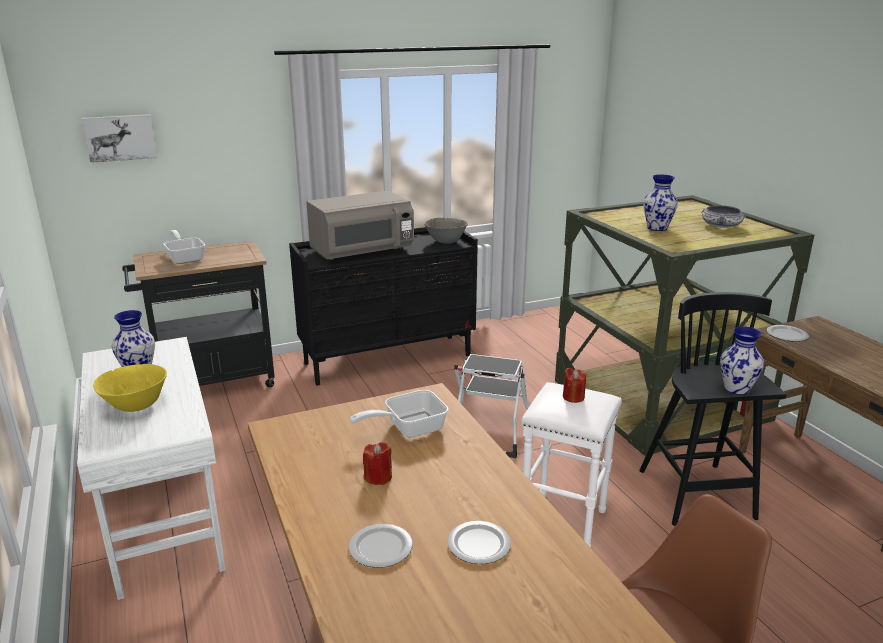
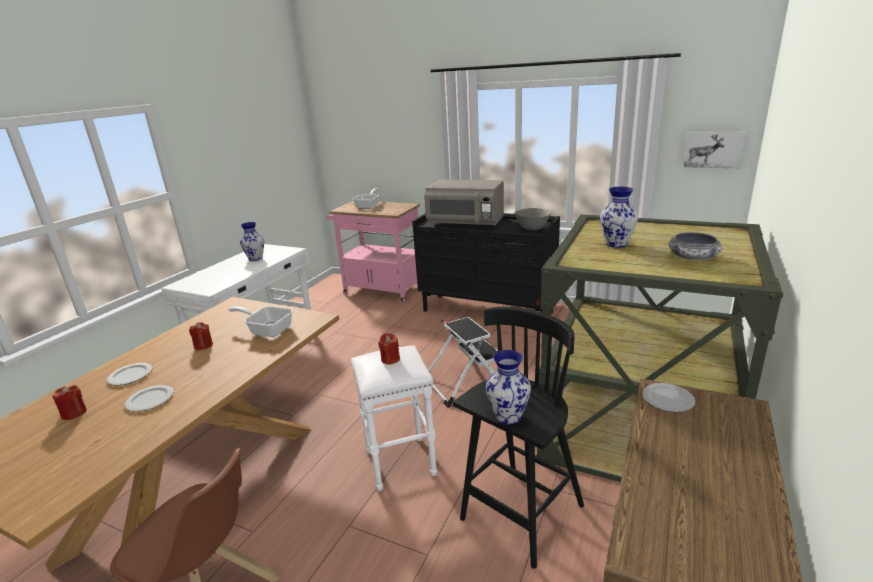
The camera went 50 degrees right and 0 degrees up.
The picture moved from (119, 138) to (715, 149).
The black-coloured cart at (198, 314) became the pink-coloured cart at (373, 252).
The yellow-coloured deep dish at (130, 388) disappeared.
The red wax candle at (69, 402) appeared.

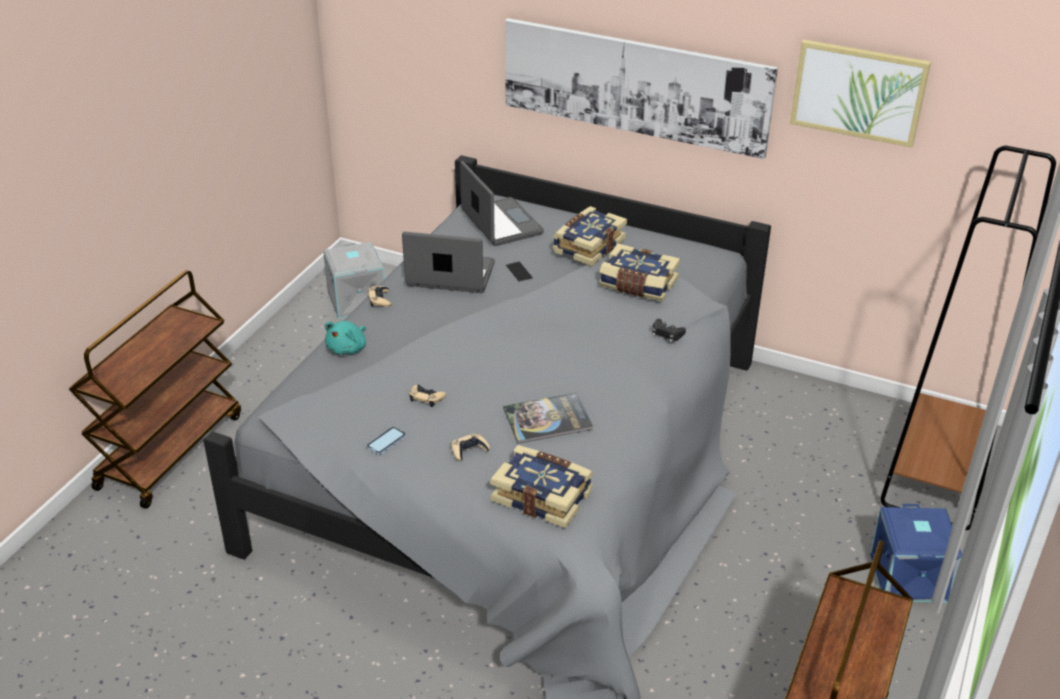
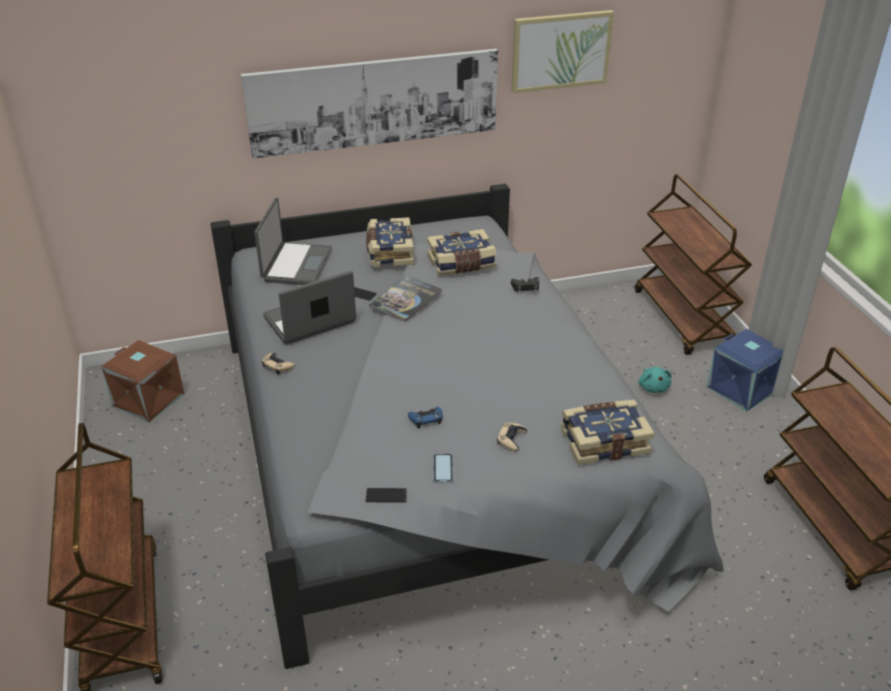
The camera went 40 degrees left and 0 degrees up.
The clothes rack at (968, 338) was replaced by the brownish cart at (693, 264).
The portable computer at (502, 203) turned 75 degrees clockwise.
The gray storage bin at (354, 280) became the brownish storage bin at (143, 381).
The blue-green cuddly toy moved from (345, 338) to (655, 380).
The beige game controller at (427, 395) became the bluish game controller at (425, 417).
The volume moved from (548, 418) to (405, 299).
The telephone at (386, 495) appeared.

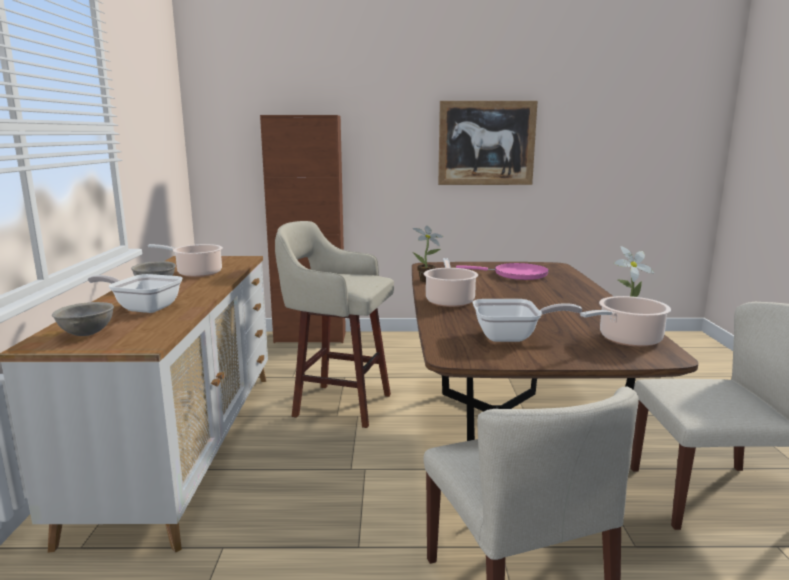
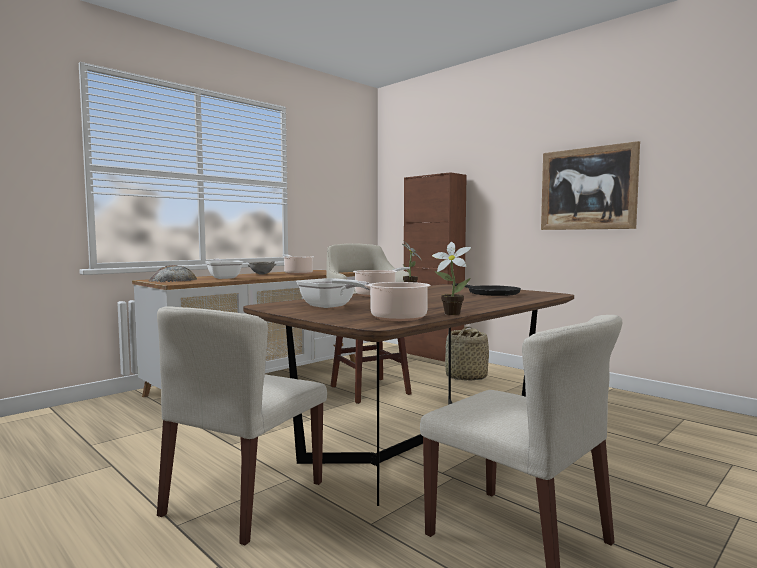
The camera went 45 degrees right and 10 degrees down.
The pink-coloured skillet at (502, 271) became the black-coloured skillet at (486, 289).
The gray deep dish at (83, 319) was replaced by the bakery bread at (173, 273).
The storage basket at (467, 353) appeared.

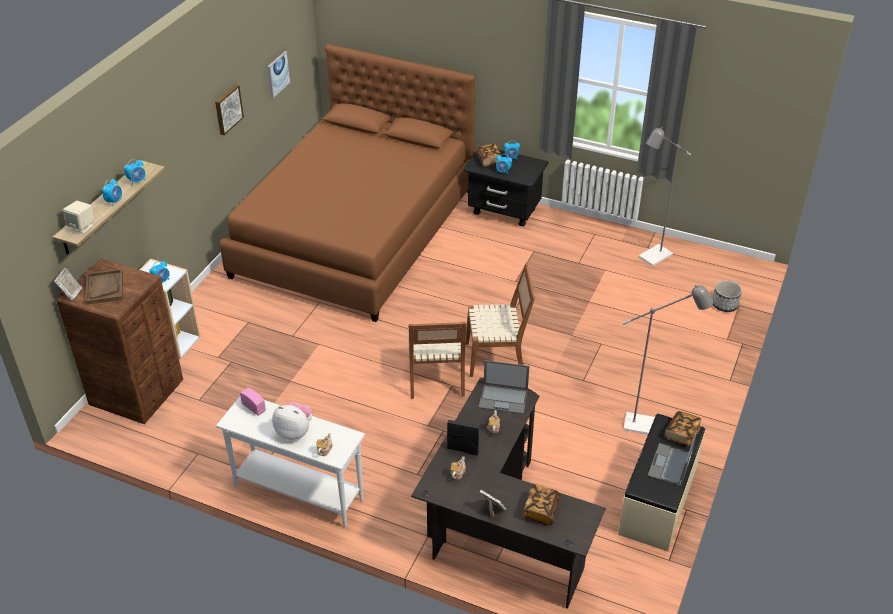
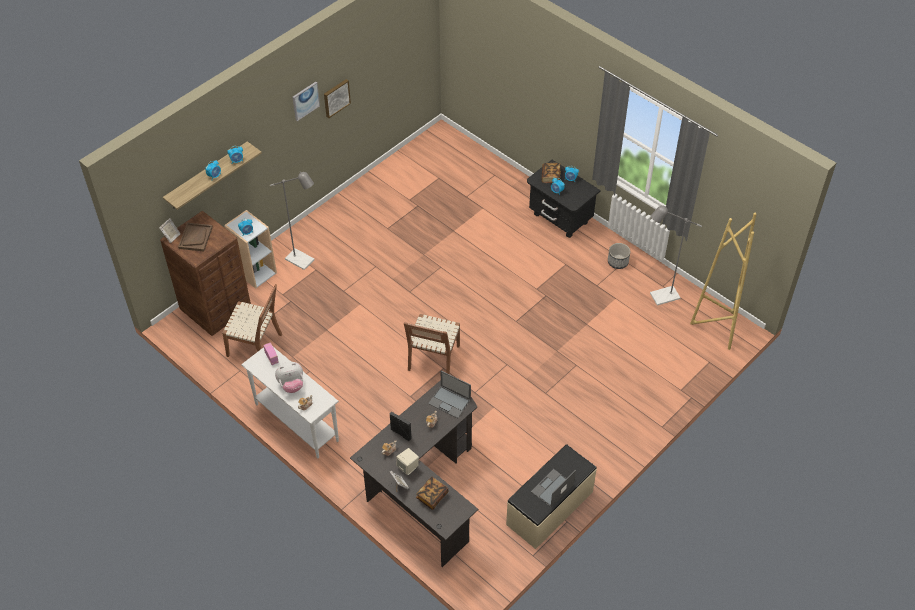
The camera went 20 degrees right and 10 degrees up.
The brownish sleeping bed at (347, 183) disappeared.
The picture moved from (279, 74) to (306, 101).
The beige speaker moved from (78, 217) to (407, 461).
The chair moved from (500, 320) to (252, 320).
The planter moved from (727, 296) to (619, 256).
The gray standard lamp moved from (668, 360) to (292, 220).
The cuddly toy at (292, 421) turned 120 degrees clockwise.
The volume at (683, 428) disappeared.
The yellow-coloured clothes rack at (723, 281) appeared.

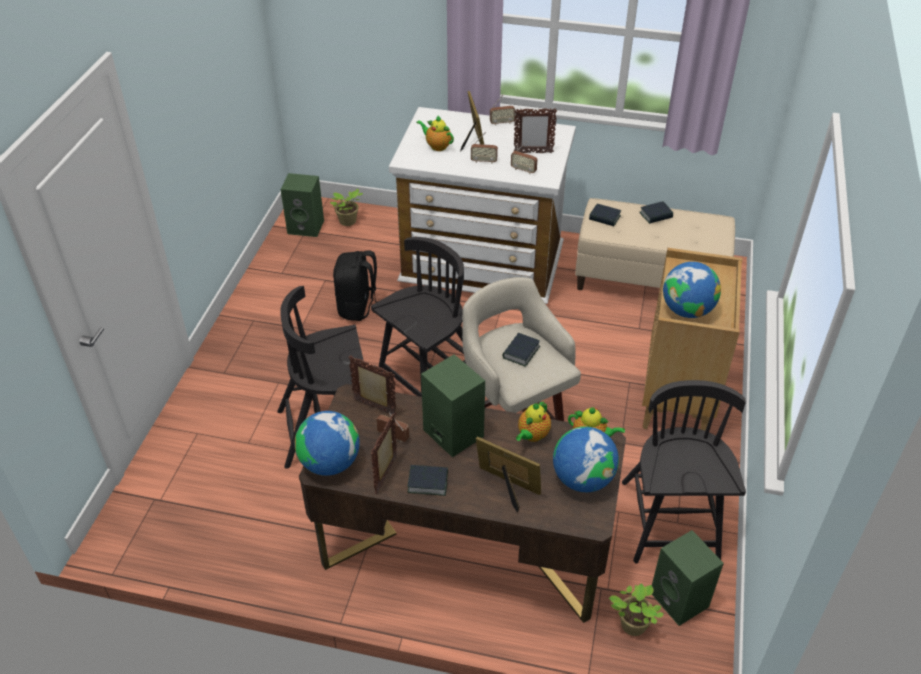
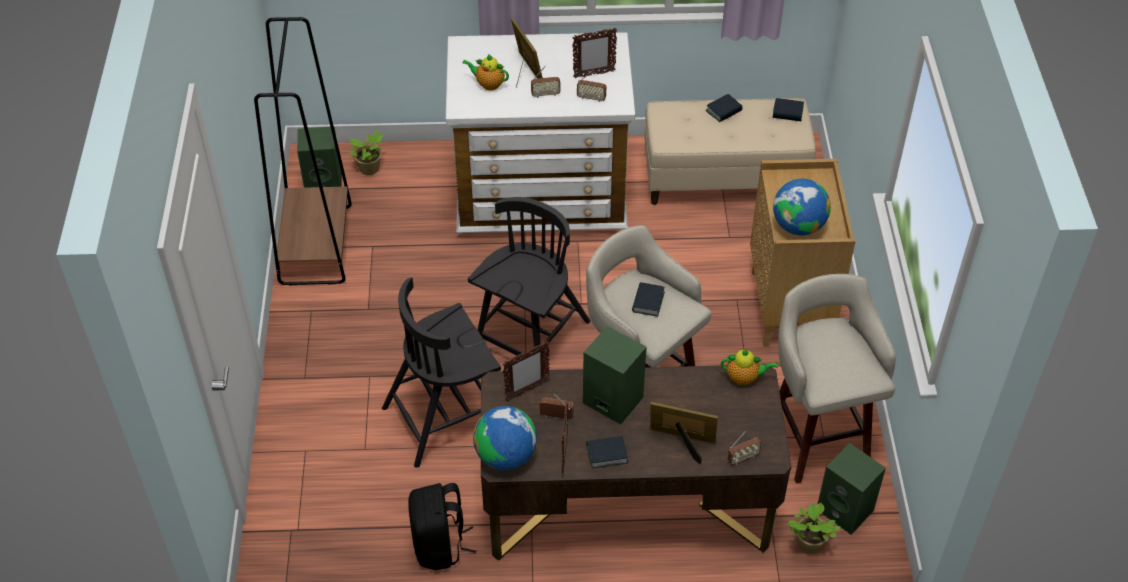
The camera went 15 degrees left and 5 degrees up.
The radio receiver moved from (502, 110) to (745, 447).
The volume moved from (605, 215) to (788, 109).
The black-coloured rucksack moved from (356, 285) to (442, 526).
The standing frame at (372, 385) turned 135 degrees clockwise.
The black-coloured chair at (684, 471) was replaced by the beige stool seat at (837, 378).
The pot for tea at (533, 421) disappeared.
The globe at (586, 459) disappeared.
The clothes rack at (303, 151) appeared.

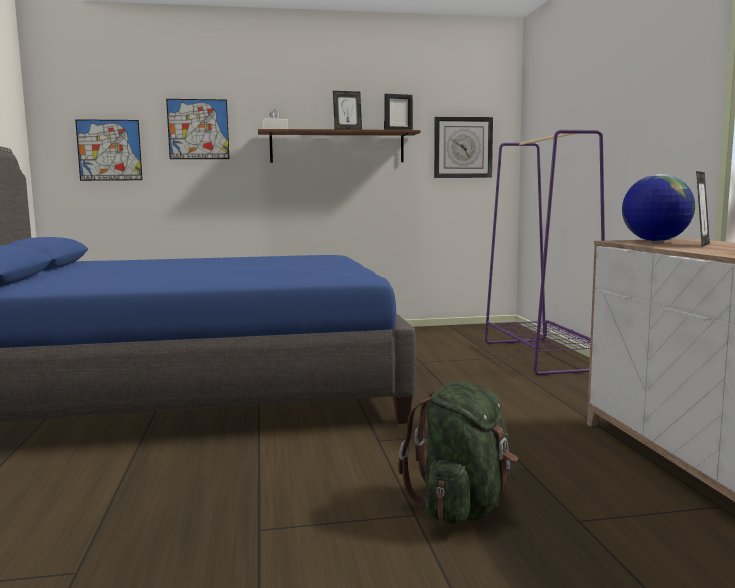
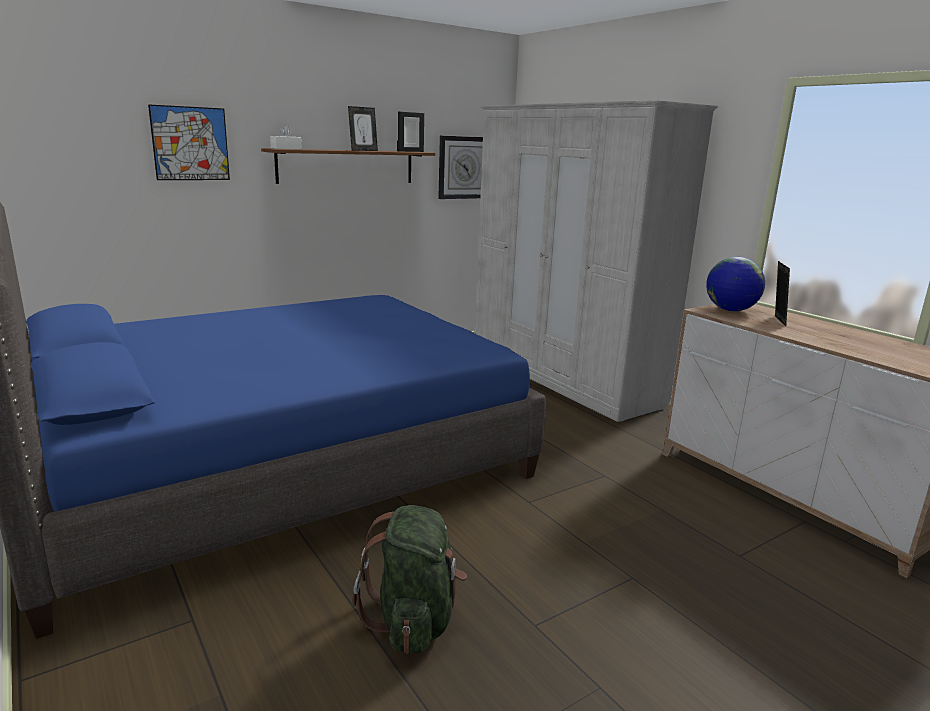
The camera went 25 degrees left and 10 degrees up.
The picture at (109, 150) disappeared.
The purplish clothes rack at (545, 252) was replaced by the whitish armoire at (596, 261).
The greenish rucksack moved from (458, 453) to (409, 579).

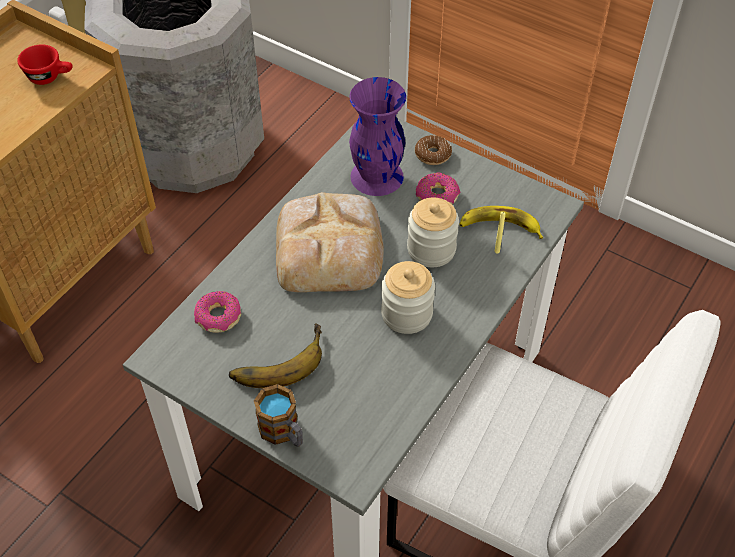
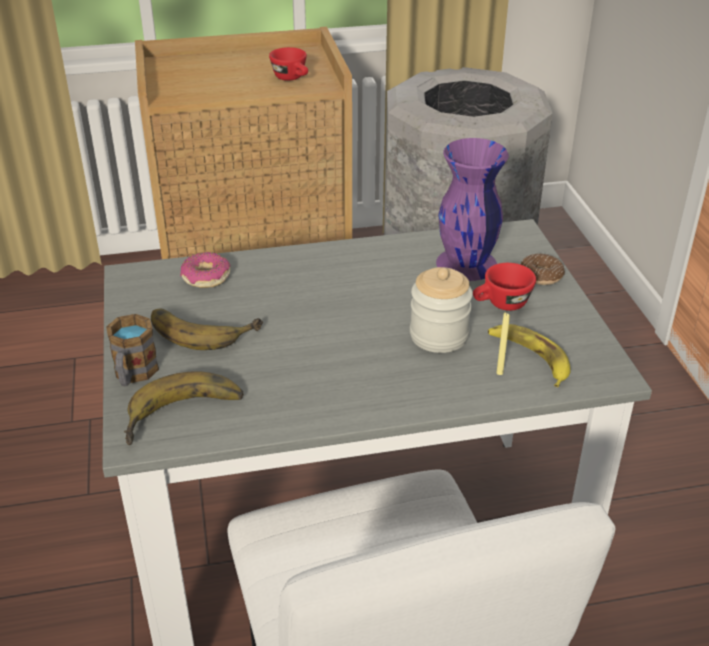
The camera went 45 degrees right and 15 degrees down.
The donut at (438, 188) was replaced by the red small cup at (504, 287).
The bakery bread at (330, 242) disappeared.
The preserve jar at (408, 297) disappeared.
The whole banana at (184, 408) appeared.

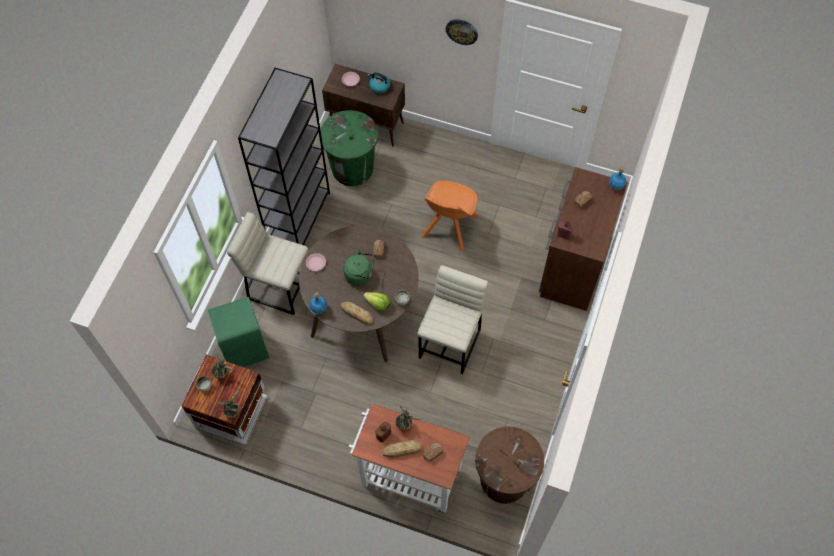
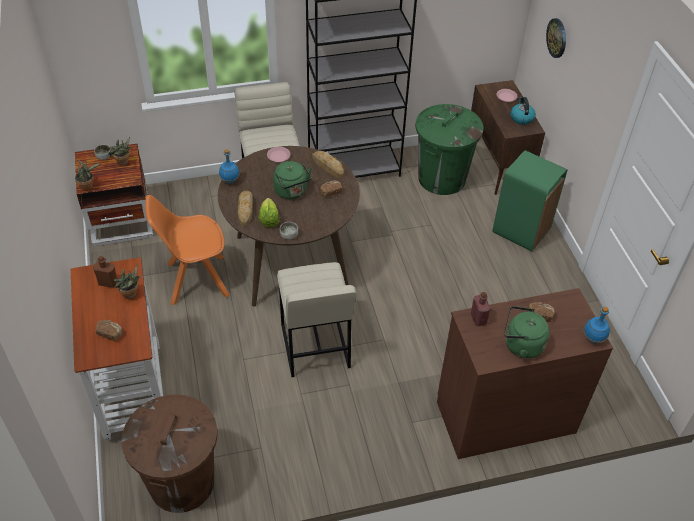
The camera went 55 degrees right and 15 degrees down.
The wall clock moved from (462, 32) to (556, 38).
The orangey chair moved from (449, 216) to (187, 250).
The beige chair at (453, 319) turned 90 degrees clockwise.
The greenish waste bin moved from (238, 332) to (529, 201).
The bakery bread moved from (402, 449) to (328, 164).
The greenish water kettle at (527, 332) appeared.

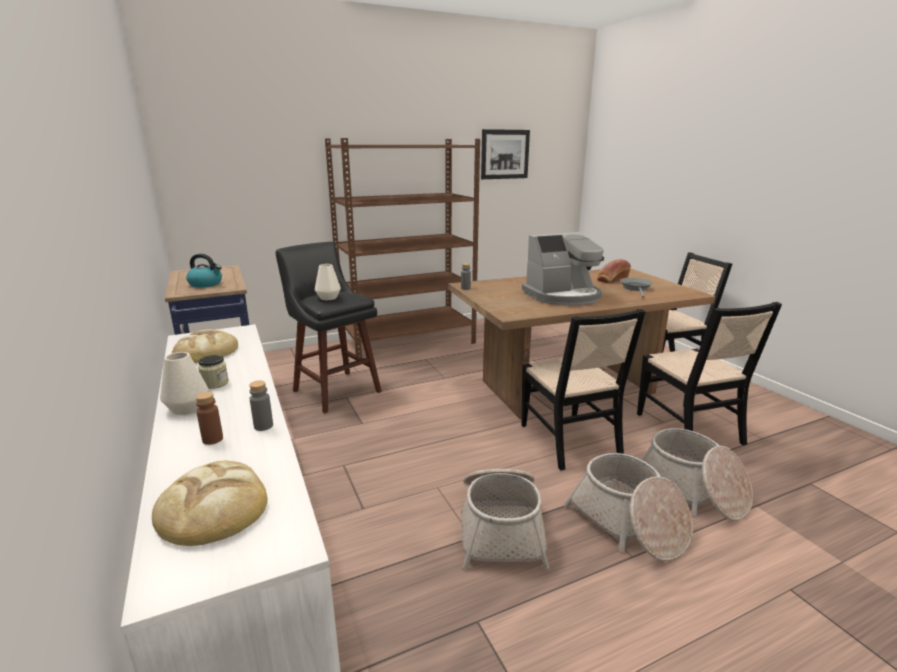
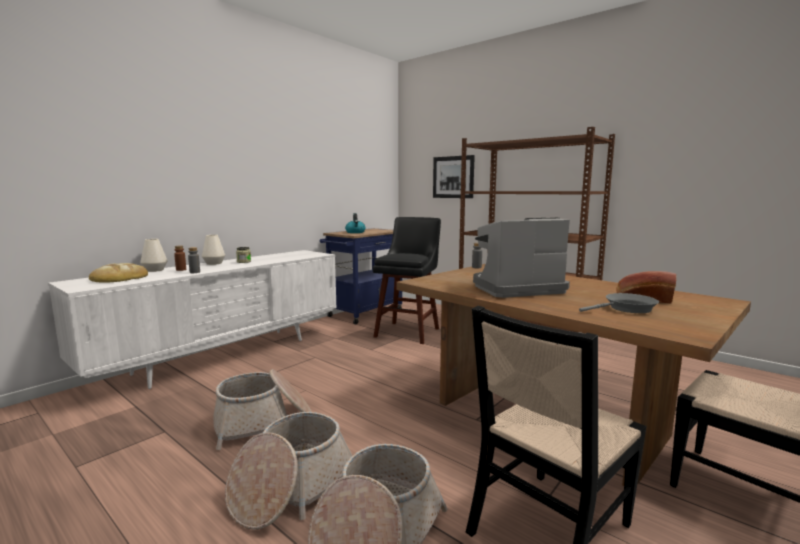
The camera went 65 degrees right and 10 degrees down.
The picture moved from (505, 154) to (454, 176).
The coffee maker at (563, 268) turned 120 degrees clockwise.
The whitish decorative vase moved from (328, 282) to (154, 255).
The chair at (583, 389) disappeared.
The bakery bread at (204, 346) disappeared.

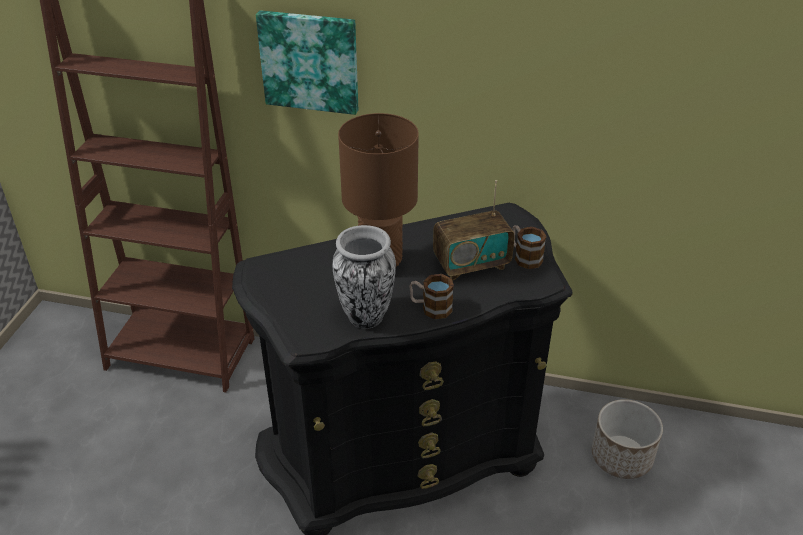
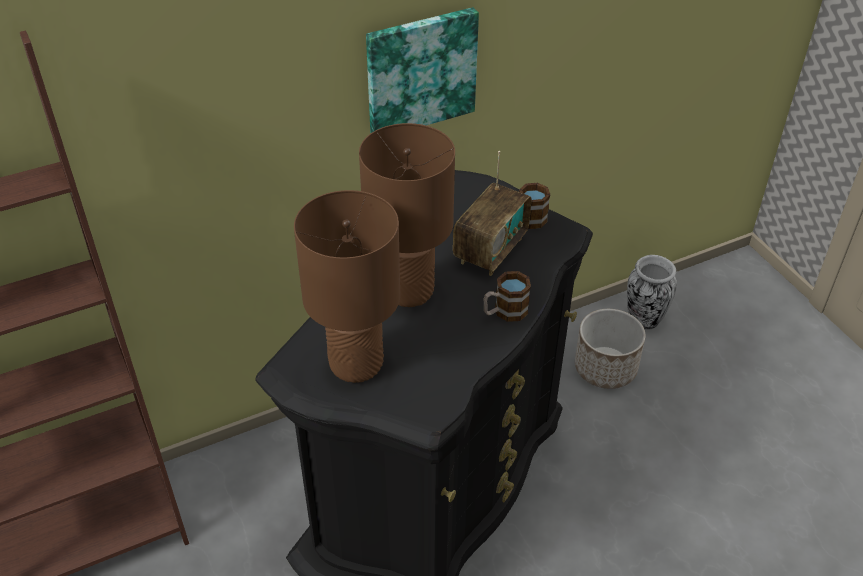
The camera went 40 degrees left and 5 degrees up.
The picture moved from (307, 62) to (422, 70).
The decorative vase moved from (364, 277) to (652, 292).
The brownish lamp for a table at (347, 286) appeared.

